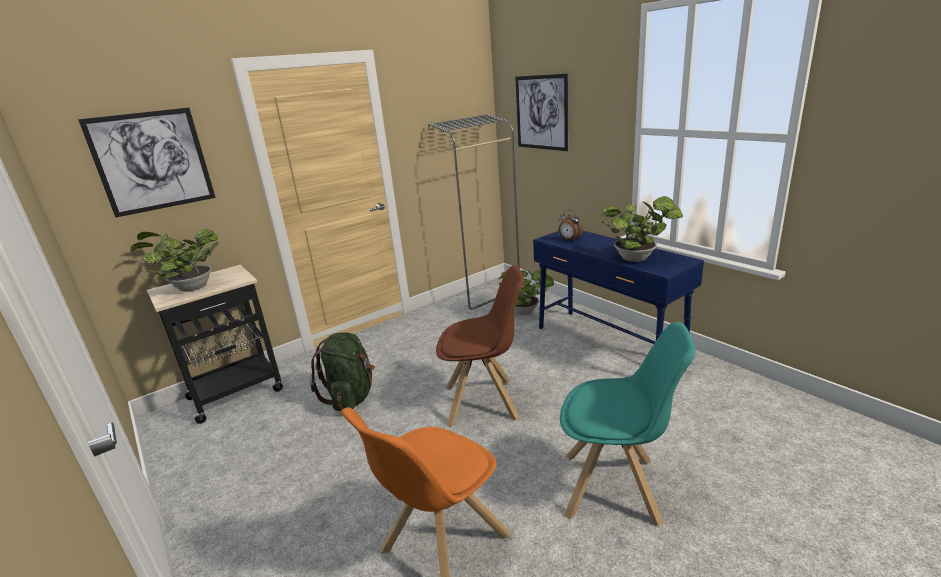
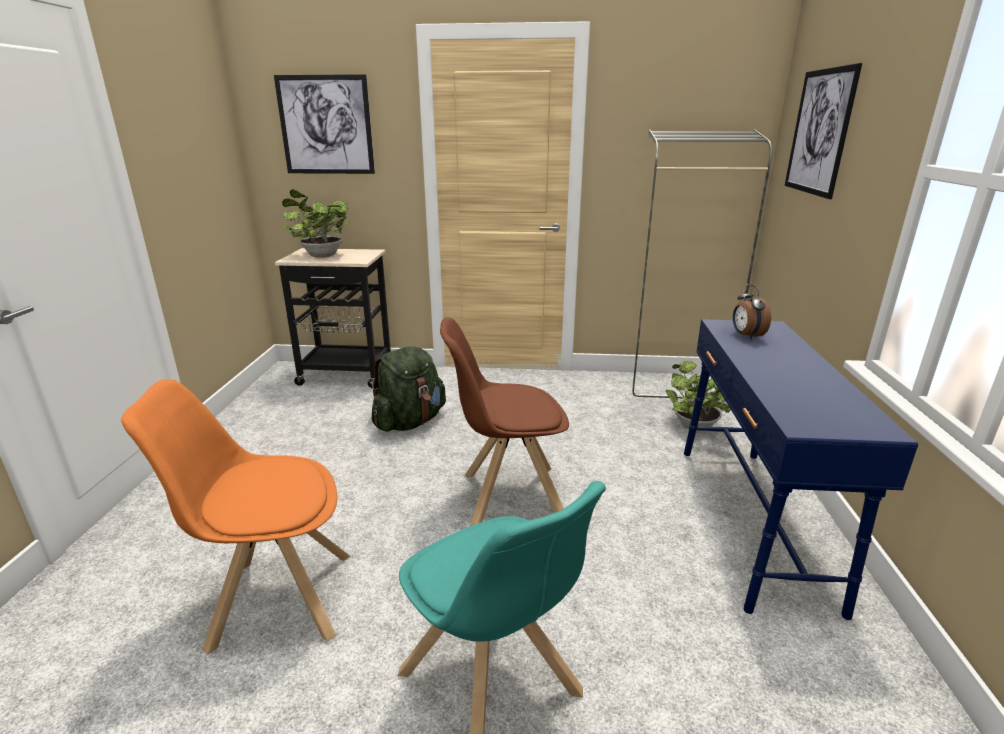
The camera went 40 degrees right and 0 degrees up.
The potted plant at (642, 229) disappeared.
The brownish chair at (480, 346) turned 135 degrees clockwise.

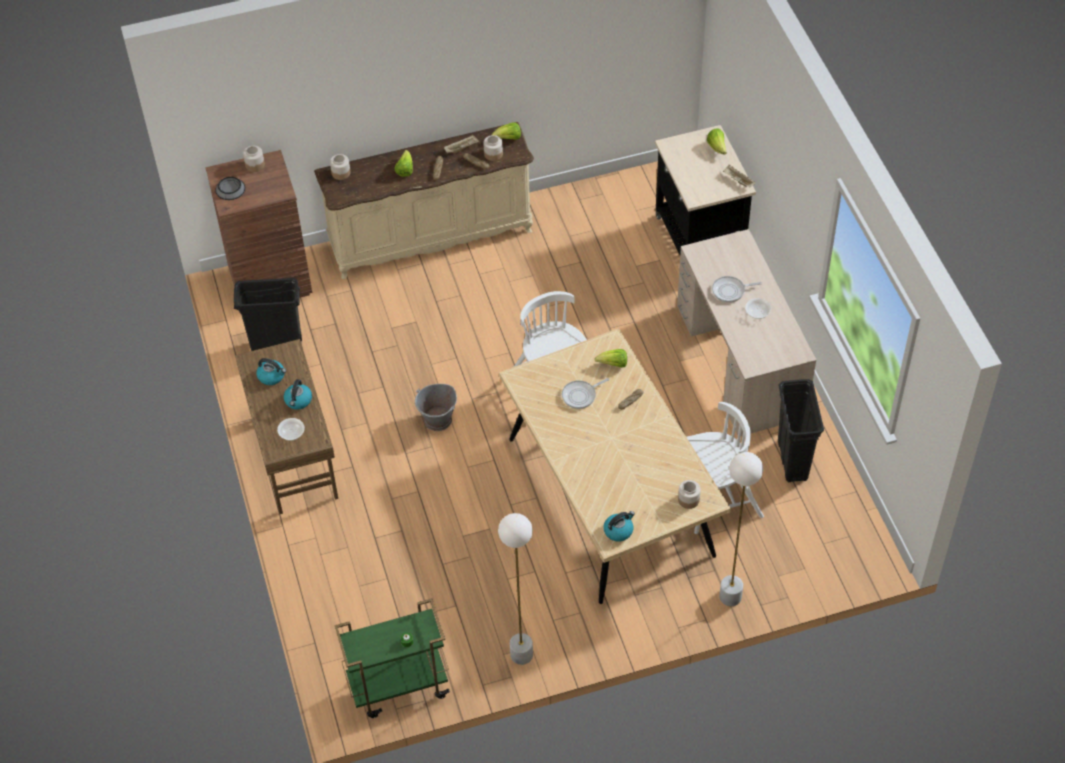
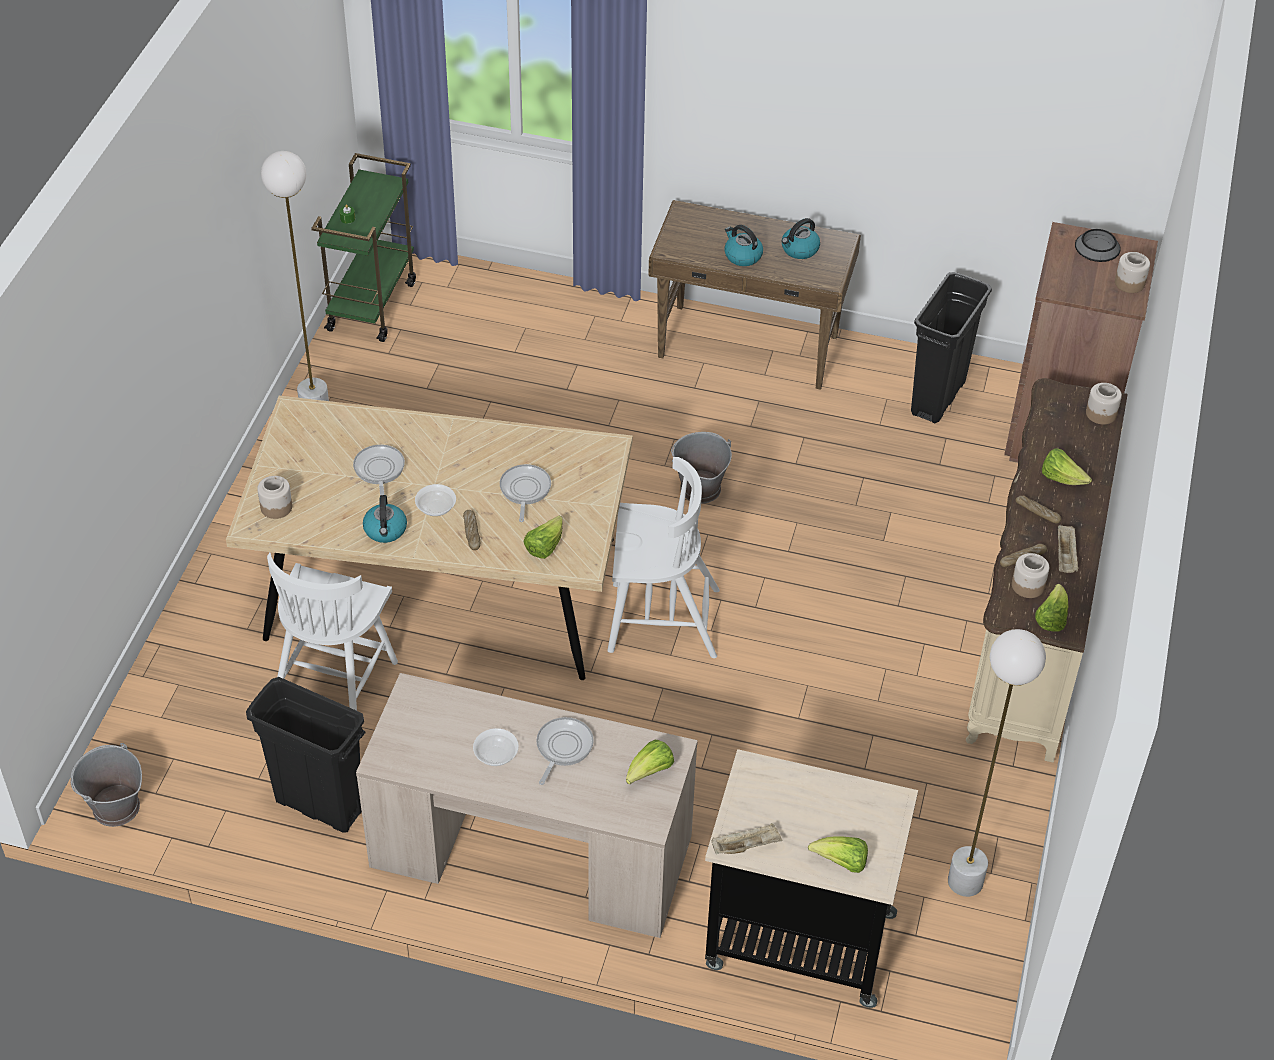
The camera went 120 degrees right and 5 degrees down.
The deep dish moved from (291, 429) to (435, 500).
The whitish standard lamp moved from (741, 529) to (997, 763).
The water kettle moved from (619, 526) to (385, 519).
The skillet at (379, 470) appeared.
The lettuce at (650, 762) appeared.
The gray water bucket at (106, 785) appeared.

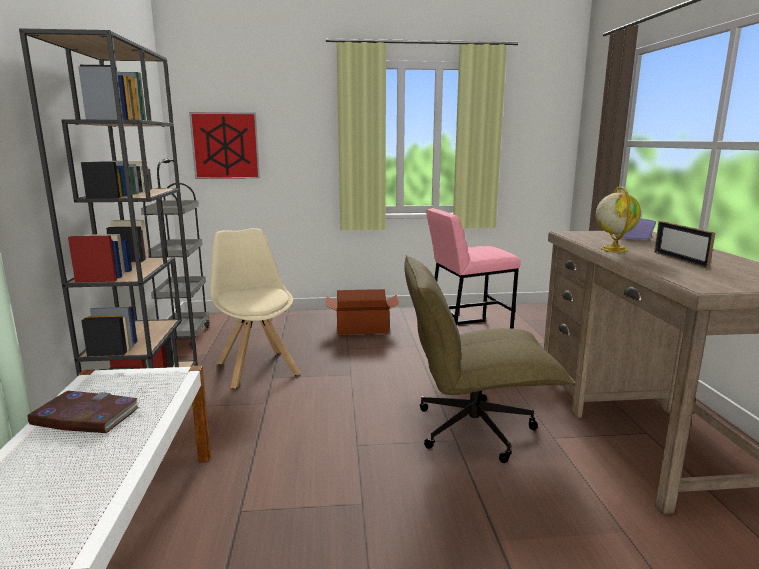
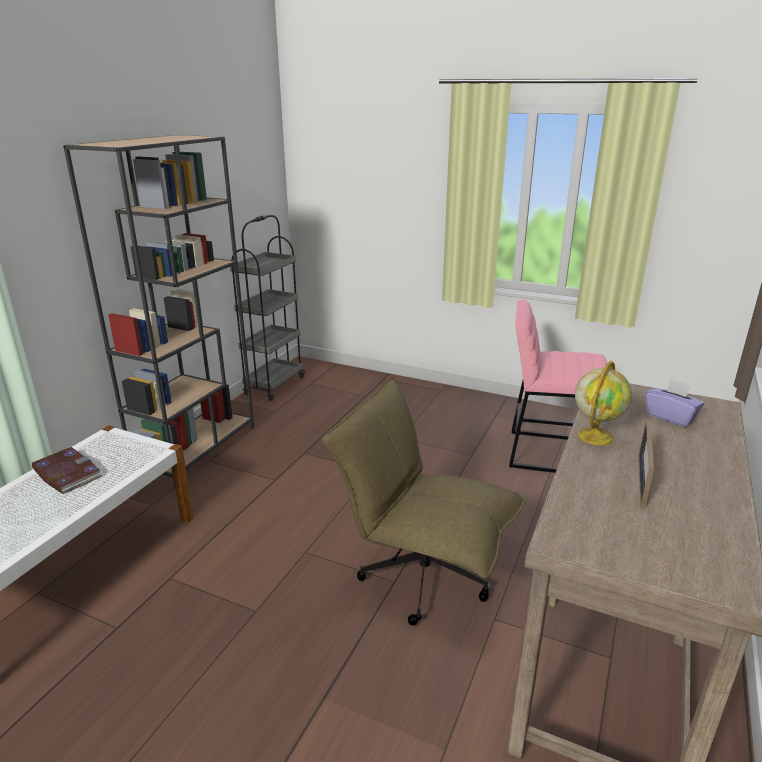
The camera went 30 degrees right and 10 degrees up.
The picture at (224, 145) disappeared.
The beige chair at (255, 308) disappeared.
The carton at (362, 312) disappeared.

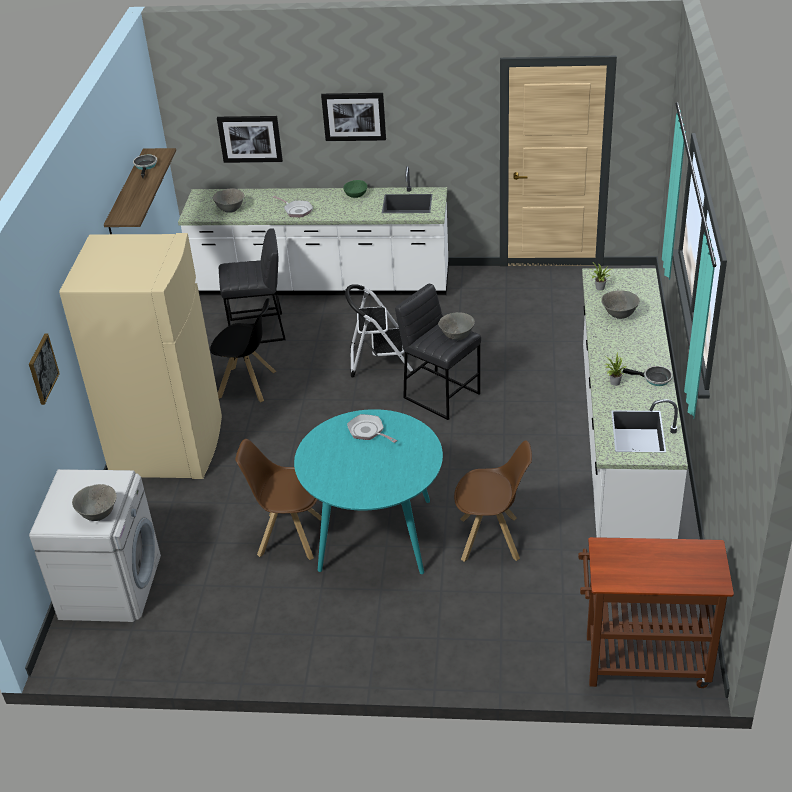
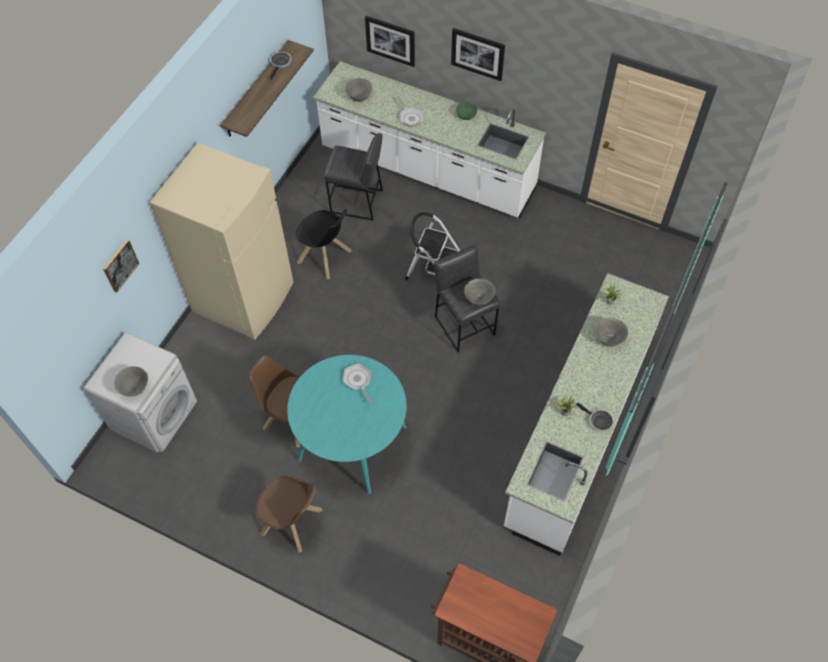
The camera went 20 degrees right and 20 degrees up.
The brownish chair moved from (493, 501) to (289, 514).

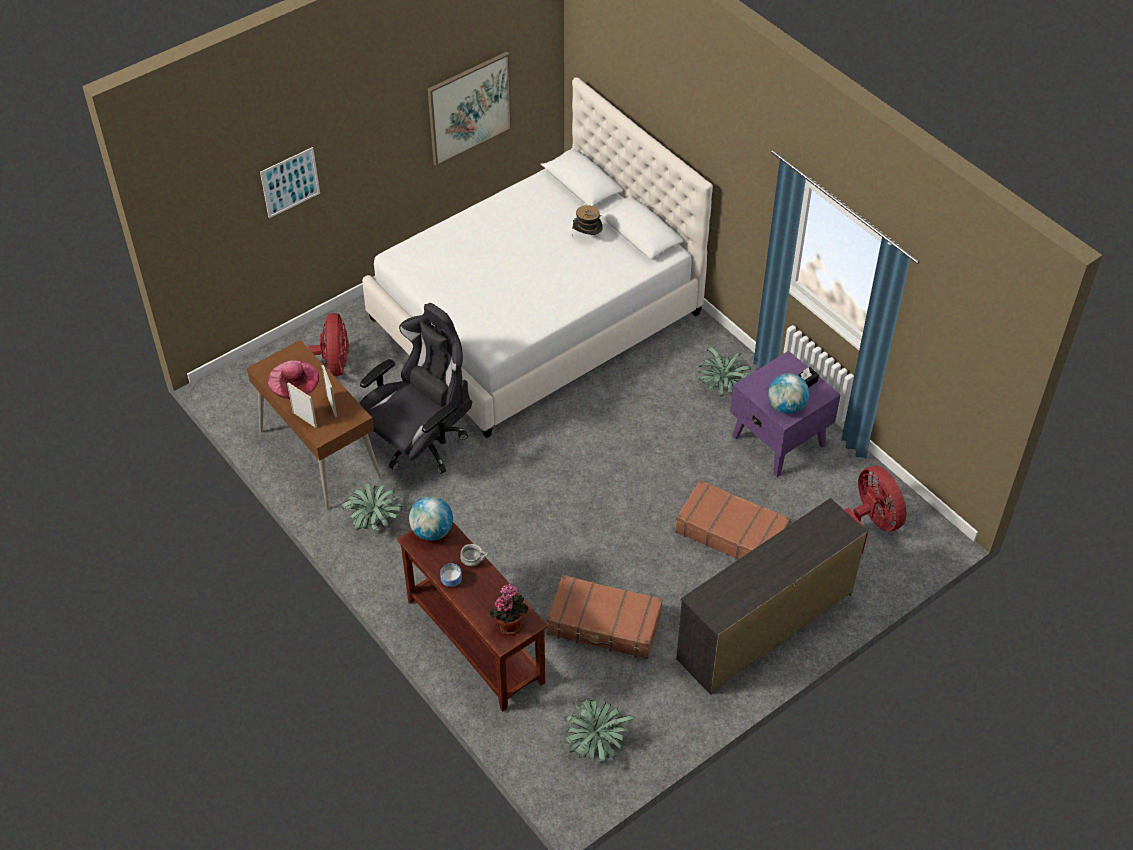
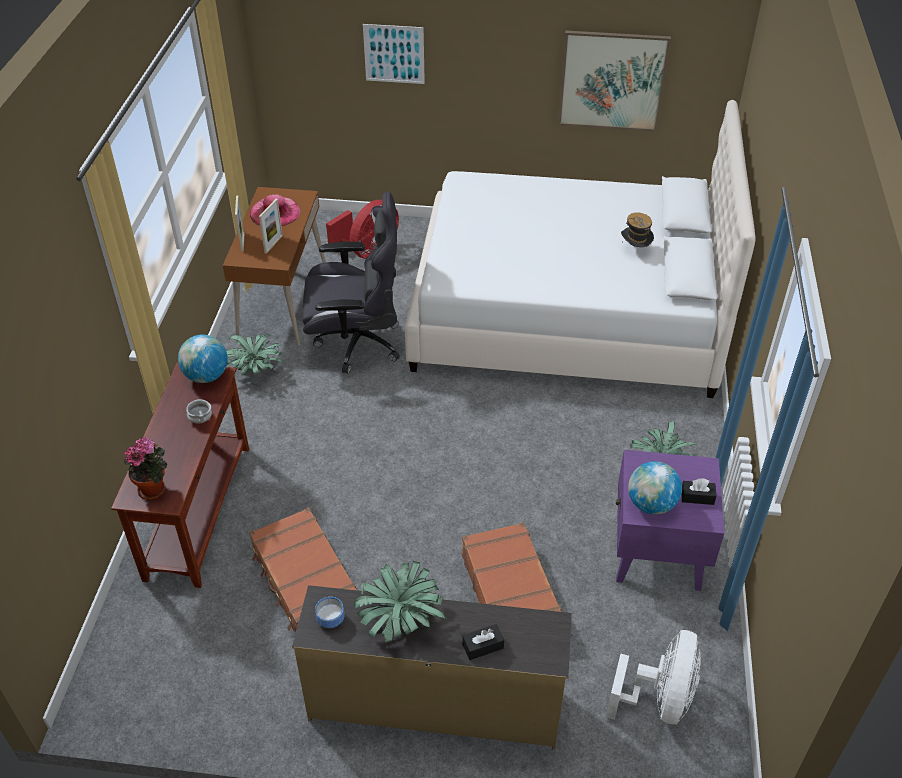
The camera went 45 degrees right and 5 degrees down.
The red cooling fan at (875, 510) became the whitish cooling fan at (653, 677).
The deep dish moved from (451, 575) to (329, 612).
The potted plant moved from (599, 731) to (400, 602).
The black-coloured tissue box at (483, 642) appeared.

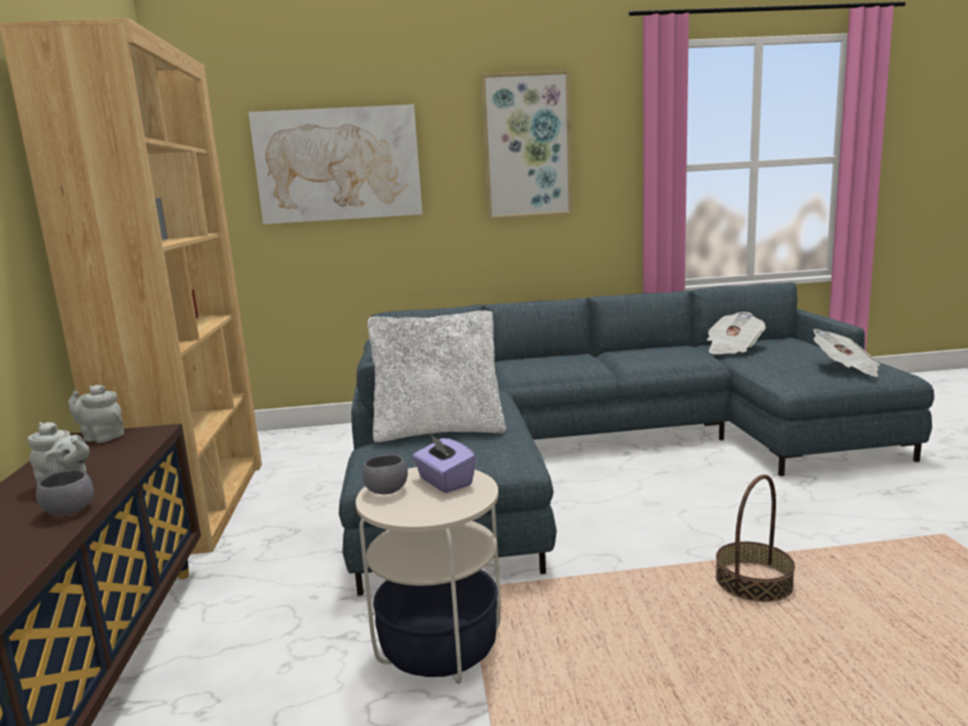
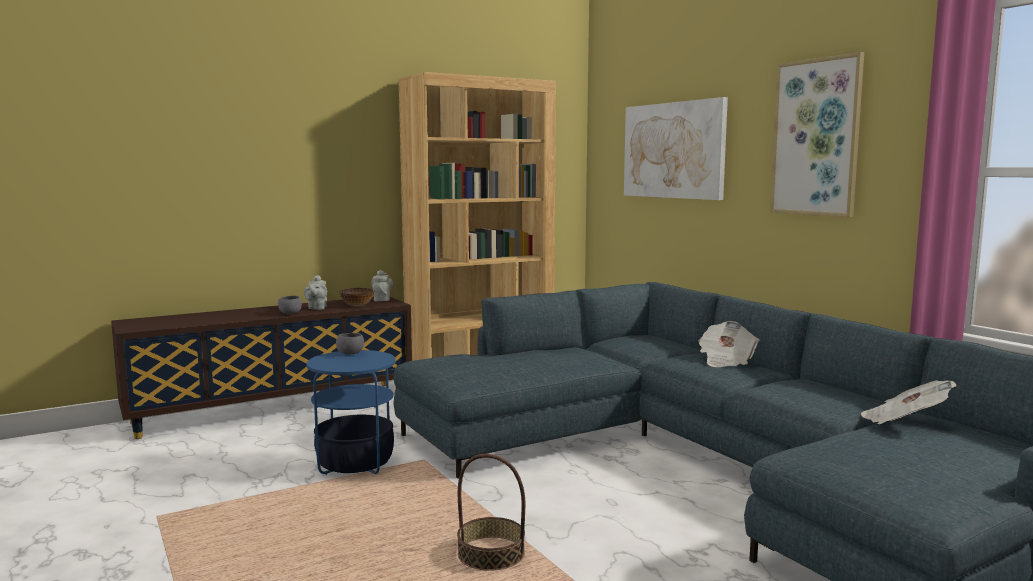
The camera went 65 degrees right and 5 degrees down.
The whitish pillow at (436, 376) disappeared.
The printed paper moved from (846, 353) to (729, 344).
The purplish tissue box at (444, 463) disappeared.
The beige side table at (428, 575) became the bluish side table at (351, 412).
The deep dish at (357, 297) appeared.

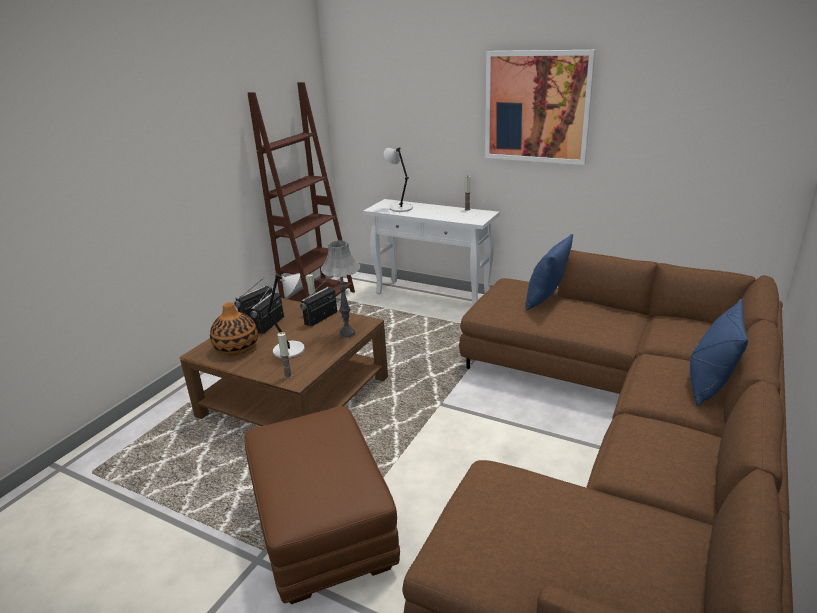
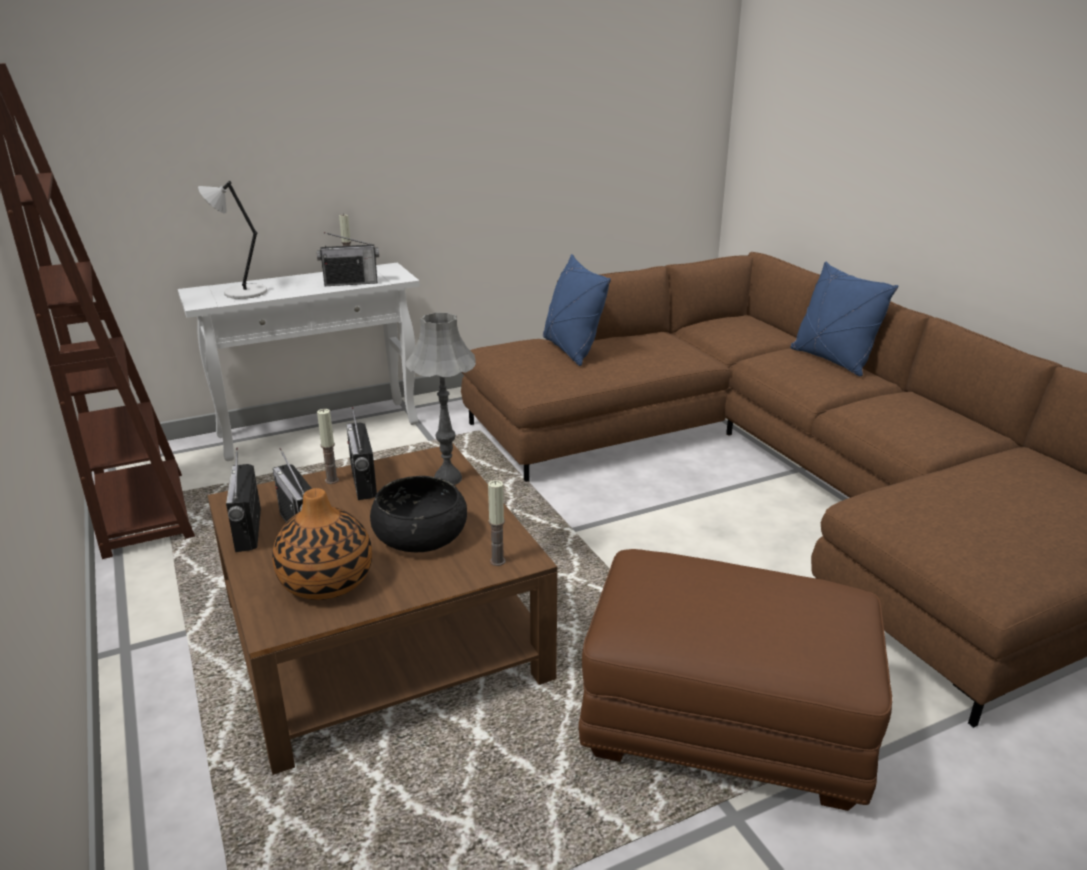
The camera went 55 degrees left and 0 degrees up.
The picture at (540, 107) disappeared.
The gray lamp for a table at (286, 315) was replaced by the black-coloured deep dish at (418, 514).
The radio receiver at (348, 259) appeared.

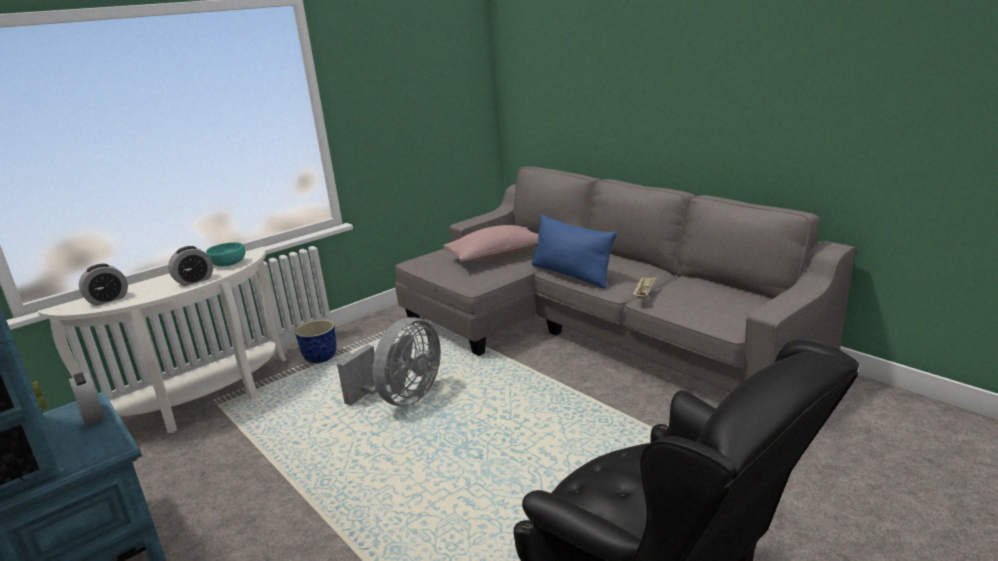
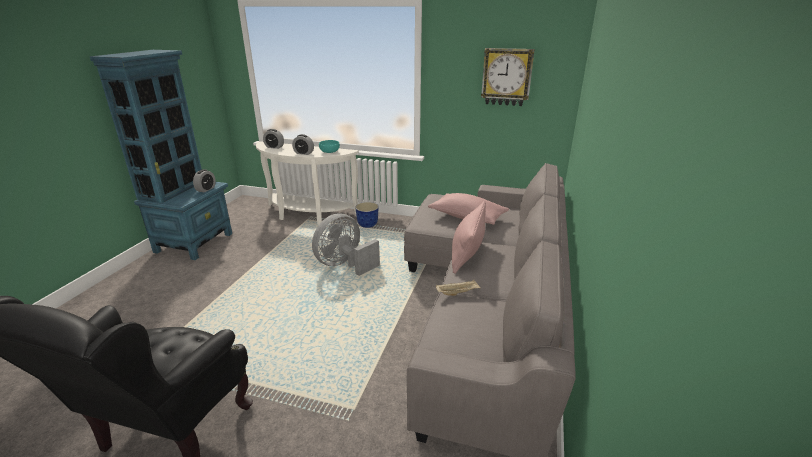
The camera went 55 degrees right and 5 degrees up.
The bluish pillow at (574, 252) became the pink-coloured pillow at (469, 237).
The gray cooling fan at (389, 361) turned 135 degrees clockwise.
The wall clock at (508, 77) appeared.

